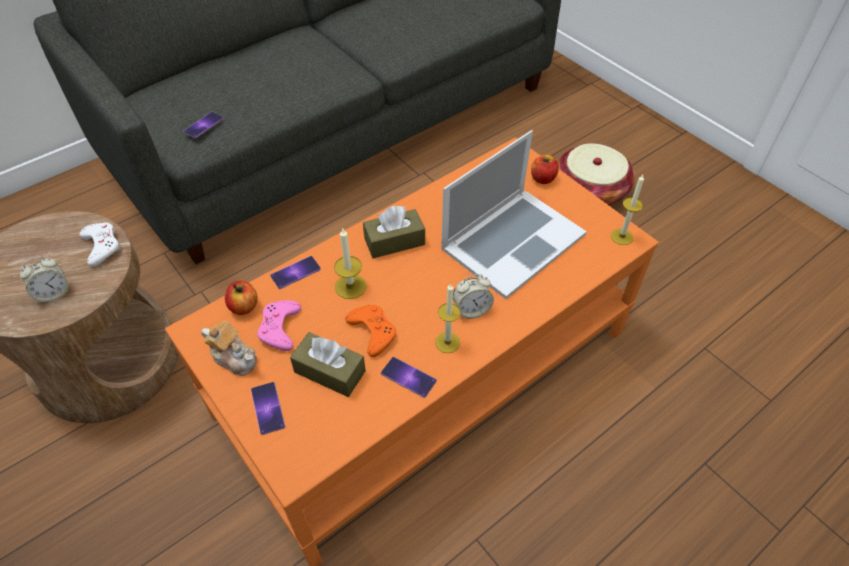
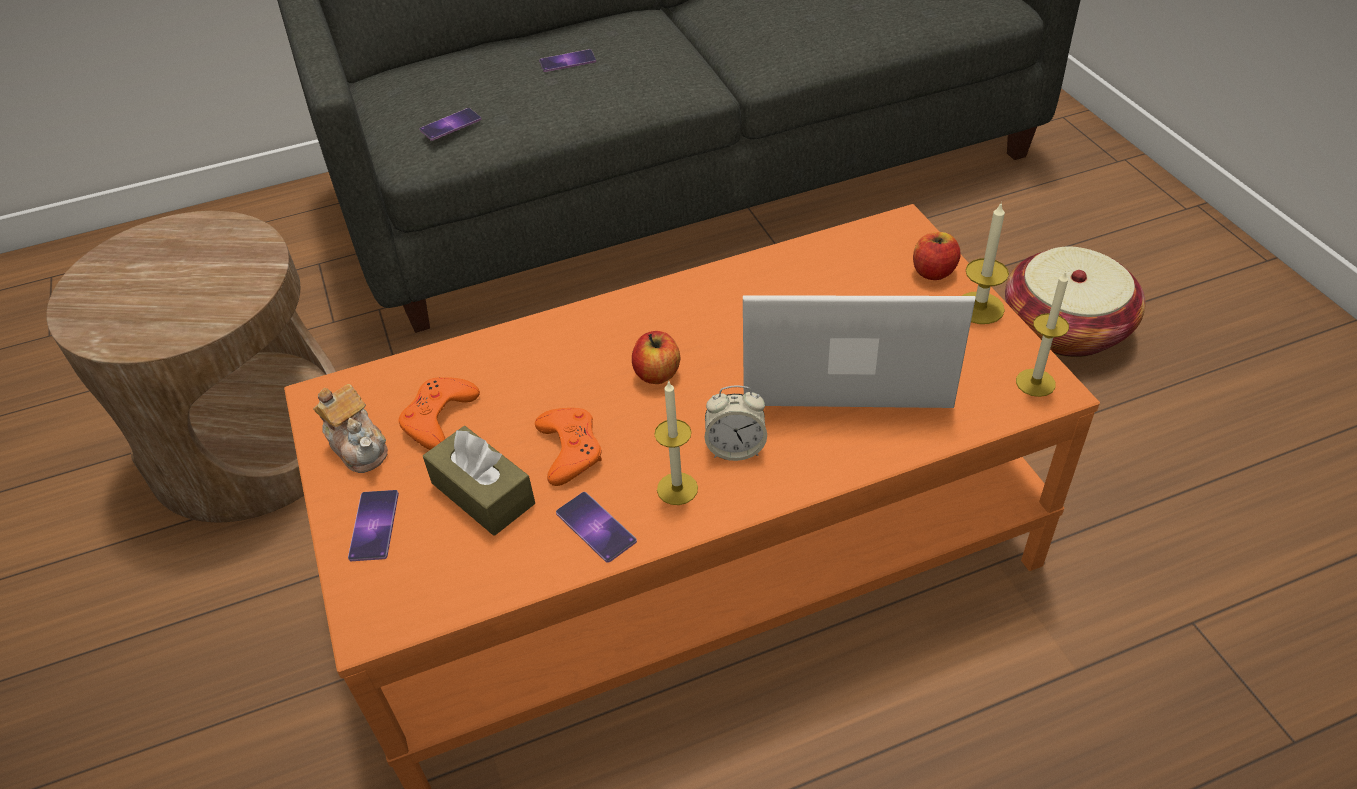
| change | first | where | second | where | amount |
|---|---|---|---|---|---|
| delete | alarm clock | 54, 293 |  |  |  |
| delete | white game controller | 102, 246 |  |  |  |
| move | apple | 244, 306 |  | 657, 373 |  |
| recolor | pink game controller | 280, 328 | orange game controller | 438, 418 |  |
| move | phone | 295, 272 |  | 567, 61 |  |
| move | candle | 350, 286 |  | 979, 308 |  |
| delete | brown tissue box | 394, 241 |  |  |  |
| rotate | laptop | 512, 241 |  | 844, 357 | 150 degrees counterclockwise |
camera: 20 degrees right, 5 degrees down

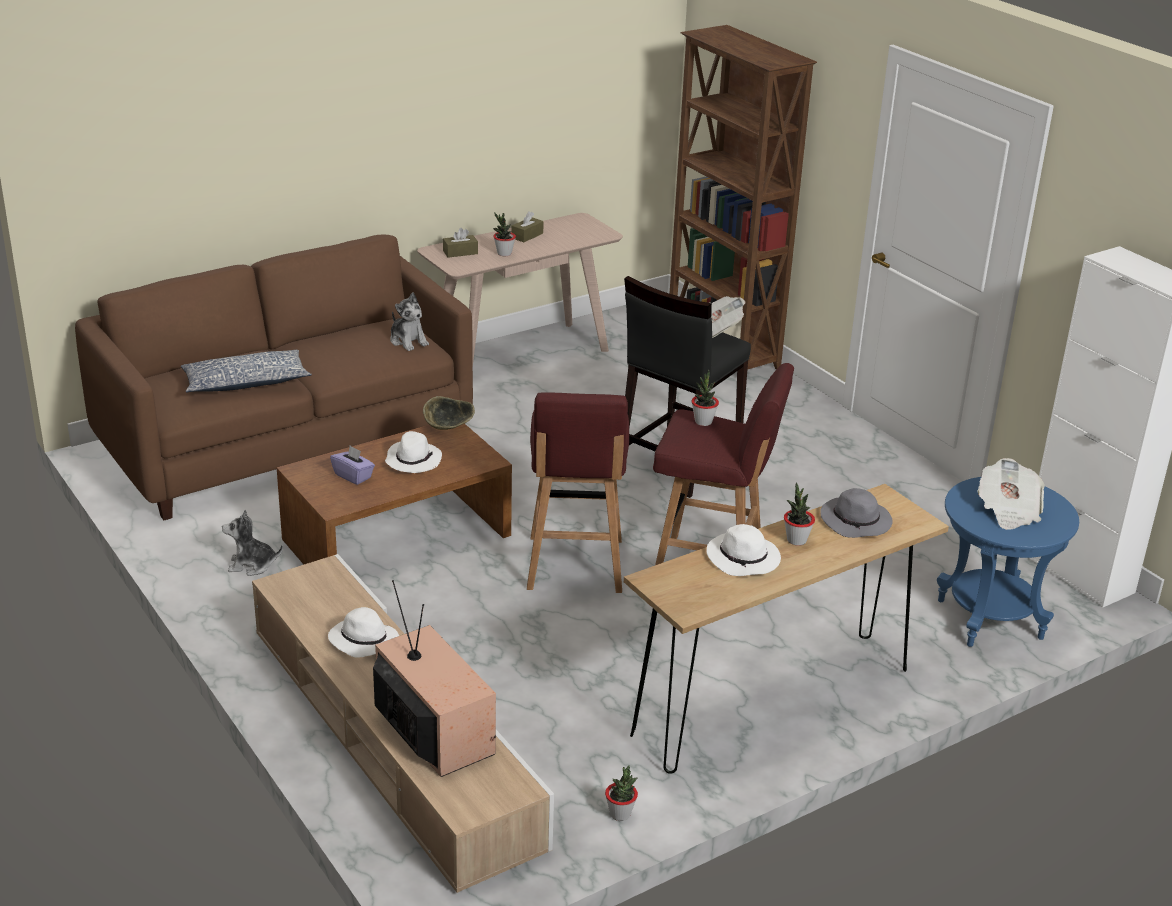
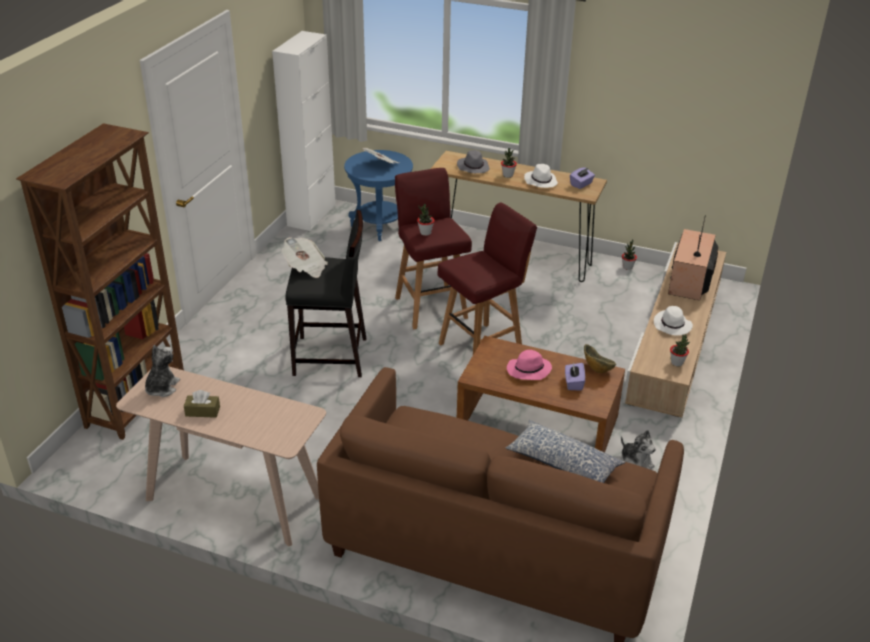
| change | first | where | second | where | amount |
|---|---|---|---|---|---|
| recolor | white hat | 413, 460 | pink hat | 528, 371 |  |
| move | plush toy | 408, 341 |  | 161, 388 |  |
| move | bowl | 448, 428 |  | 597, 368 |  |
| delete | brown tissue box | 460, 252 |  |  |  |
| move | potted plant | 504, 253 |  | 677, 363 |  |
| insert |  |  | purple tissue box | 581, 184 |  |
camera: 125 degrees left, 5 degrees up

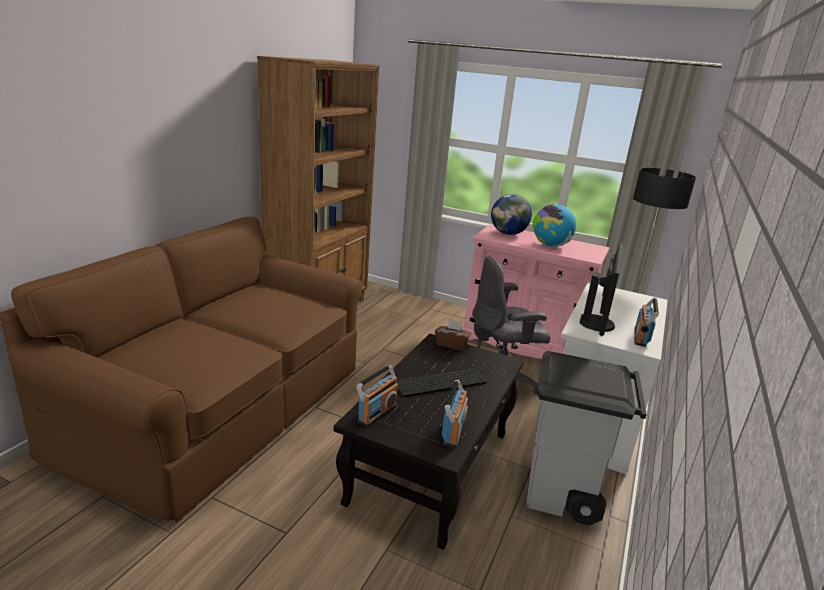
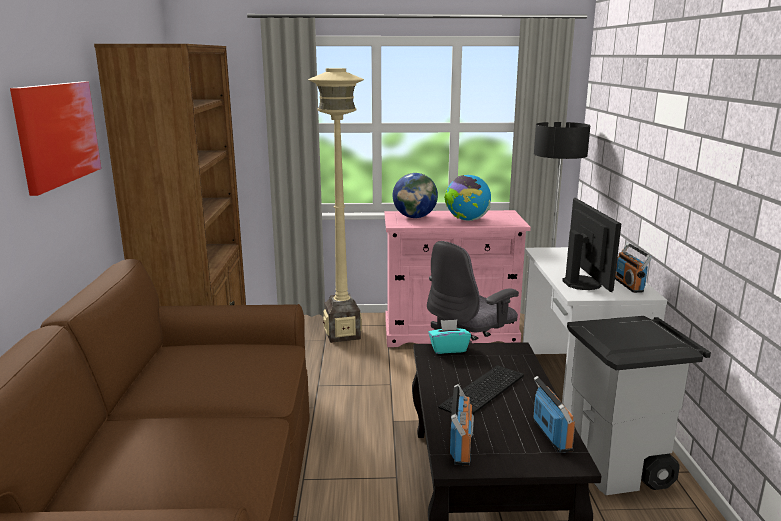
| change | first | where | second | where | amount |
|---|---|---|---|---|---|
| recolor | brown tissue box | 451, 345 | turquoise tissue box | 448, 349 |  |
| insert |  |  | picture | 57, 133 |  |
| insert |  |  | beige floor lamp | 342, 334 |  |
camera: 25 degrees left, 5 degrees down

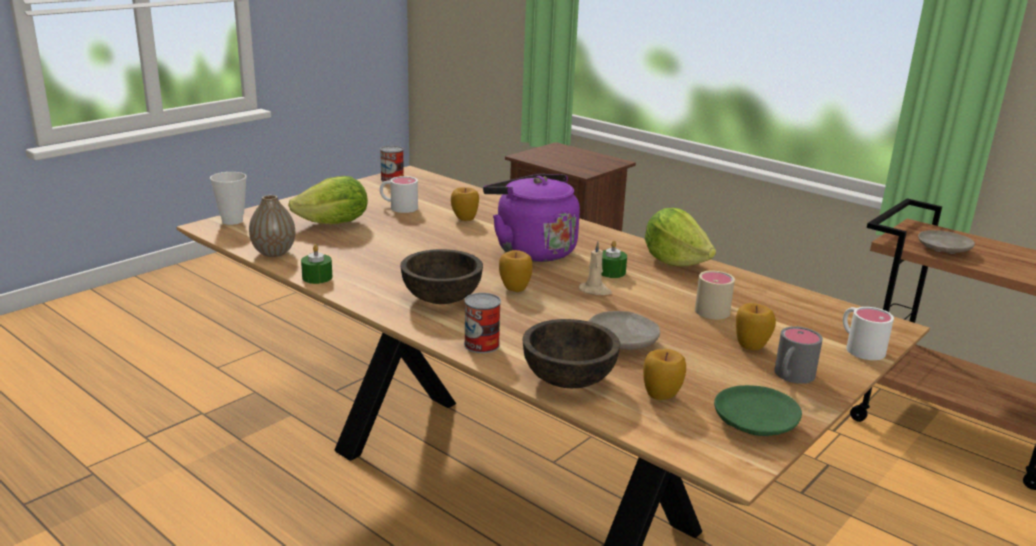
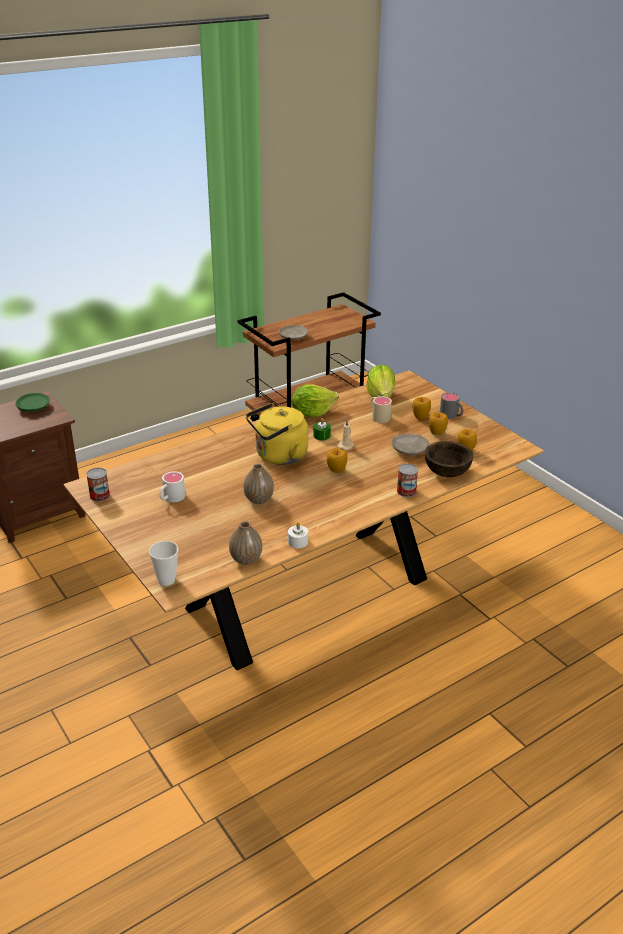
| change | first | where | second | where | amount |
|---|---|---|---|---|---|
| move | lettuce | 334, 224 |  | 381, 396 |  |
| recolor | green candle | 317, 277 | white candle | 298, 542 |  |
| delete | brown bowl | 442, 299 |  |  |  |
| move | apple | 464, 219 |  | 437, 433 |  |
| recolor | purple kettle | 531, 250 | yellow kettle | 278, 456 |  |
| move | green plate | 754, 423 |  | 33, 407 |  |
| delete | white mug | 859, 347 |  |  |  |
| insert |  |  | vase | 259, 500 |  |
camera: 75 degrees left, 10 degrees up

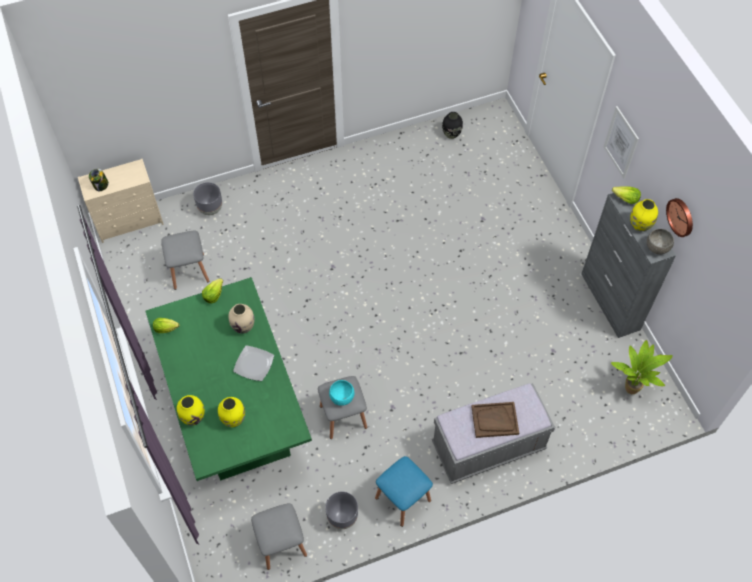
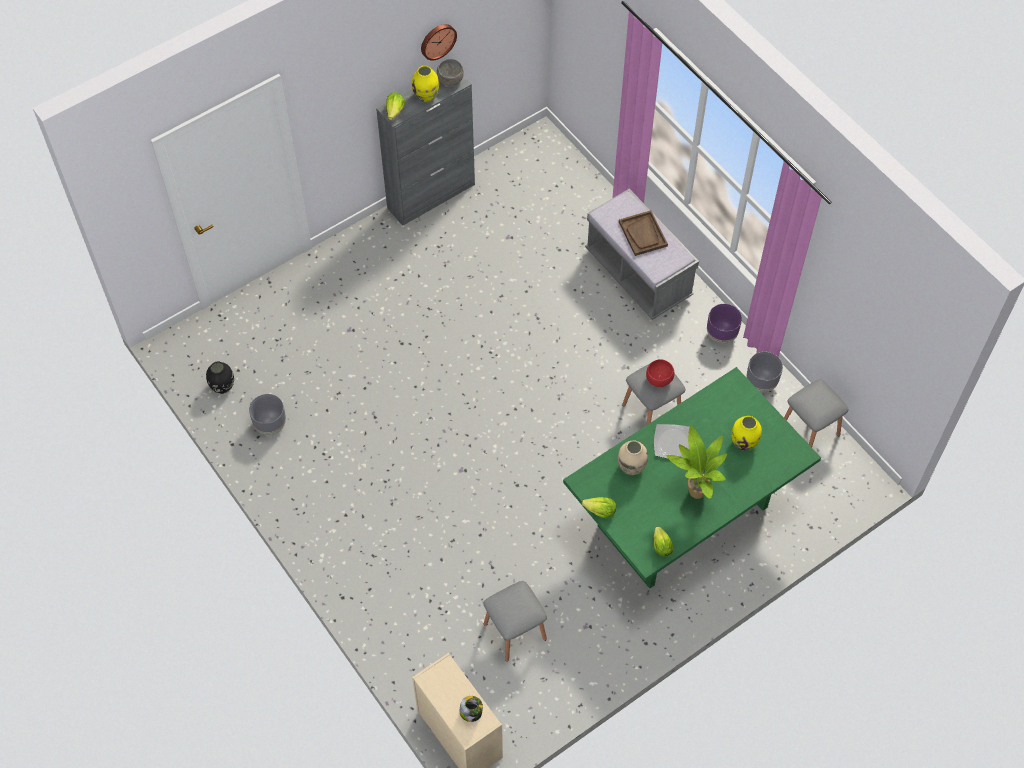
| change | first | where | second | where | amount |
|---|---|---|---|---|---|
| delete | yellow vase | 193, 417 |  |  |  |
| move | grey planter | 210, 209 |  | 271, 426 |  |
| recolor | turquoise bowl | 342, 397 | red bowl | 659, 379 |  |
| replace | blue stool | 403, 499 | purple planter | 721, 336 |  |
| delete | picture | 621, 142 |  |  |  |
| move | potted plant | 631, 387 |  | 694, 493 |  |
camera: 105 degrees left, 0 degrees up

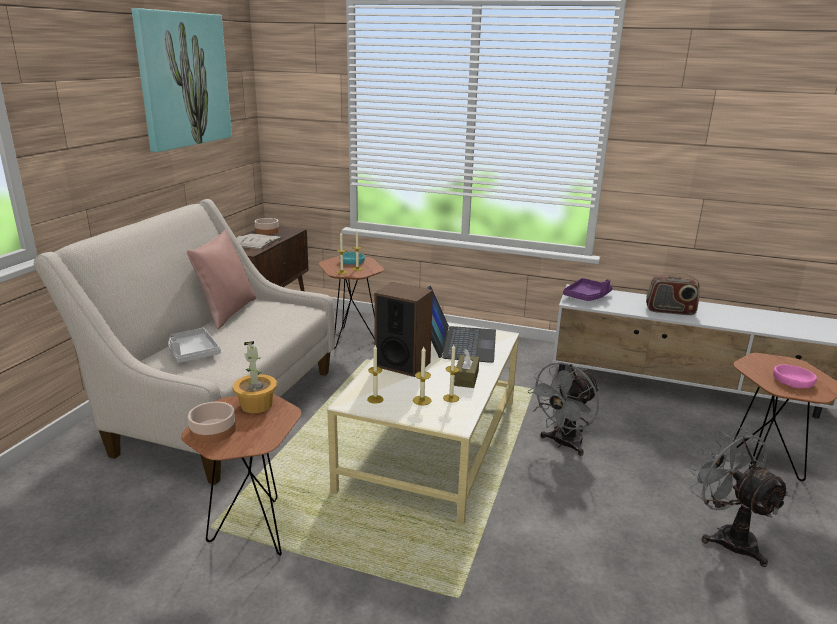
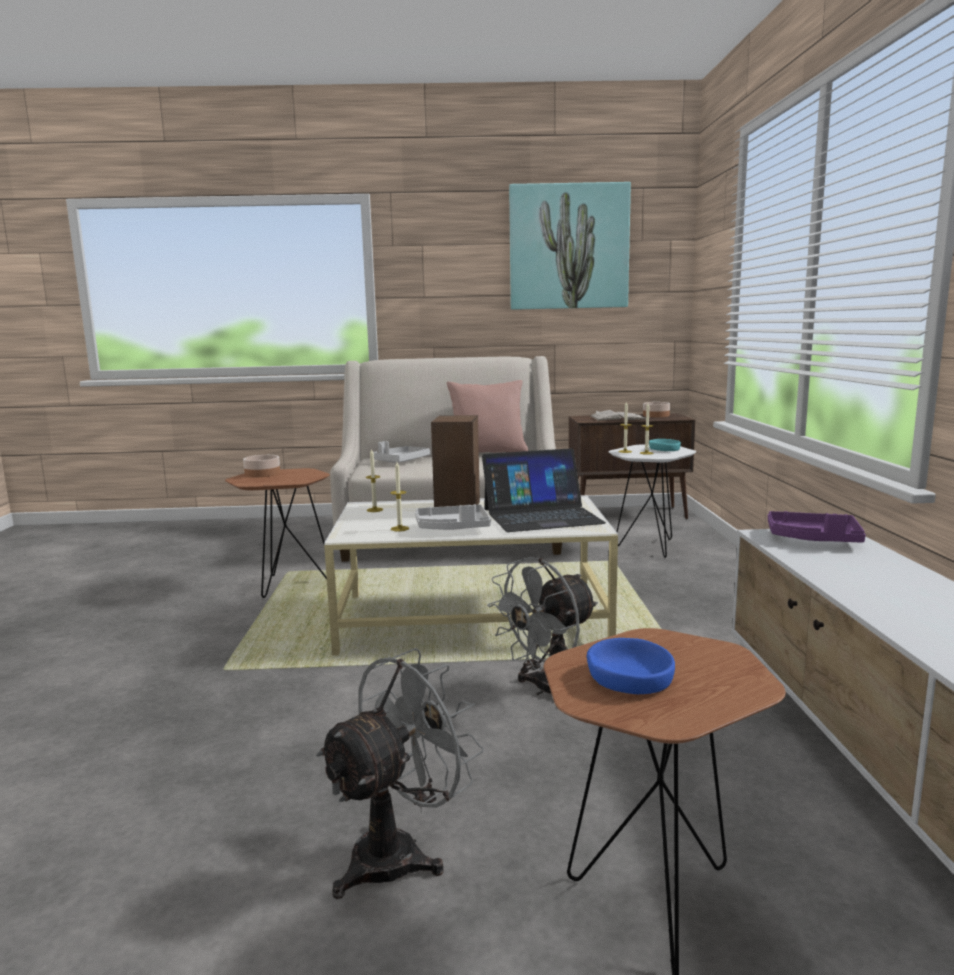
| change | first | where | second | where | amount |
|---|---|---|---|---|---|
| delete | potted plant | 256, 405 |  |  |  |
| recolor | brown side table | 352, 340 | white side table | 649, 548 |  |
| delete | candle | 422, 400 |  |  |  |
| replace | brown tissue box | 466, 378 | grey tray | 453, 528 |  |
| rotate | grey fan | 563, 444 |  | 547, 691 | 60 degrees counterclockwise |
| delete | radio | 670, 311 |  |  |  |
| recolor | pink bowl | 792, 381 | blue bowl | 629, 677 |  |
camera: 70 degrees right, 10 degrees down

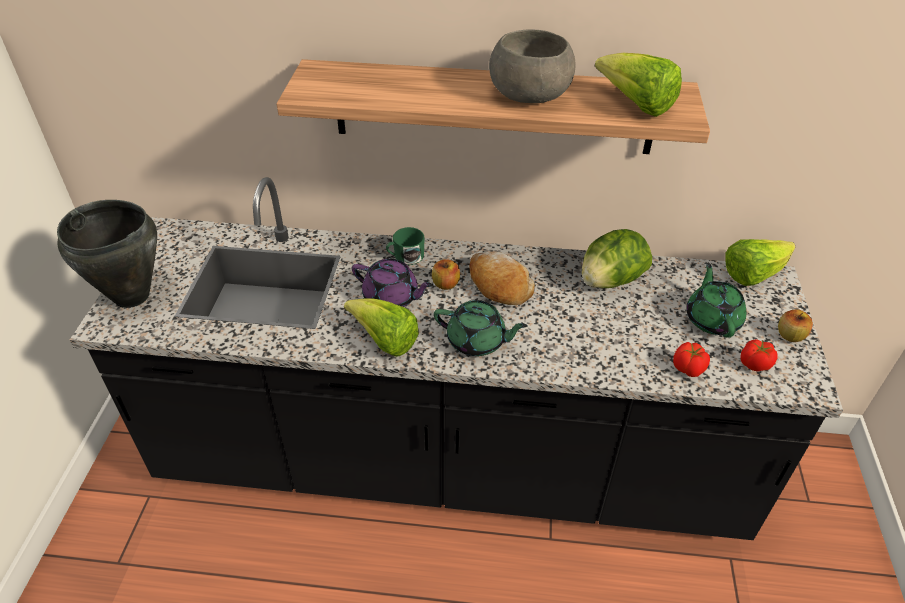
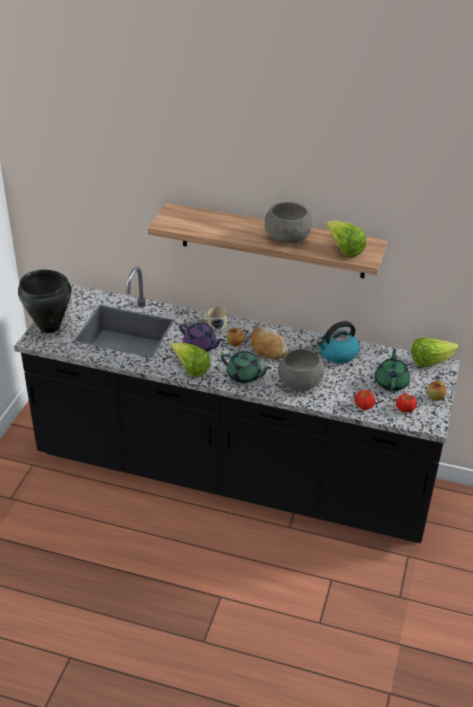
| change | first | where | second | where | amount |
|---|---|---|---|---|---|
| recolor | green mug | 405, 256 | beige mug | 214, 325 |  |
| replace | lettuce | 610, 281 | kettle | 337, 354 |  |
| insert |  |  | grey bowl | 300, 382 |  |
camera: 10 degrees right, 5 degrees down

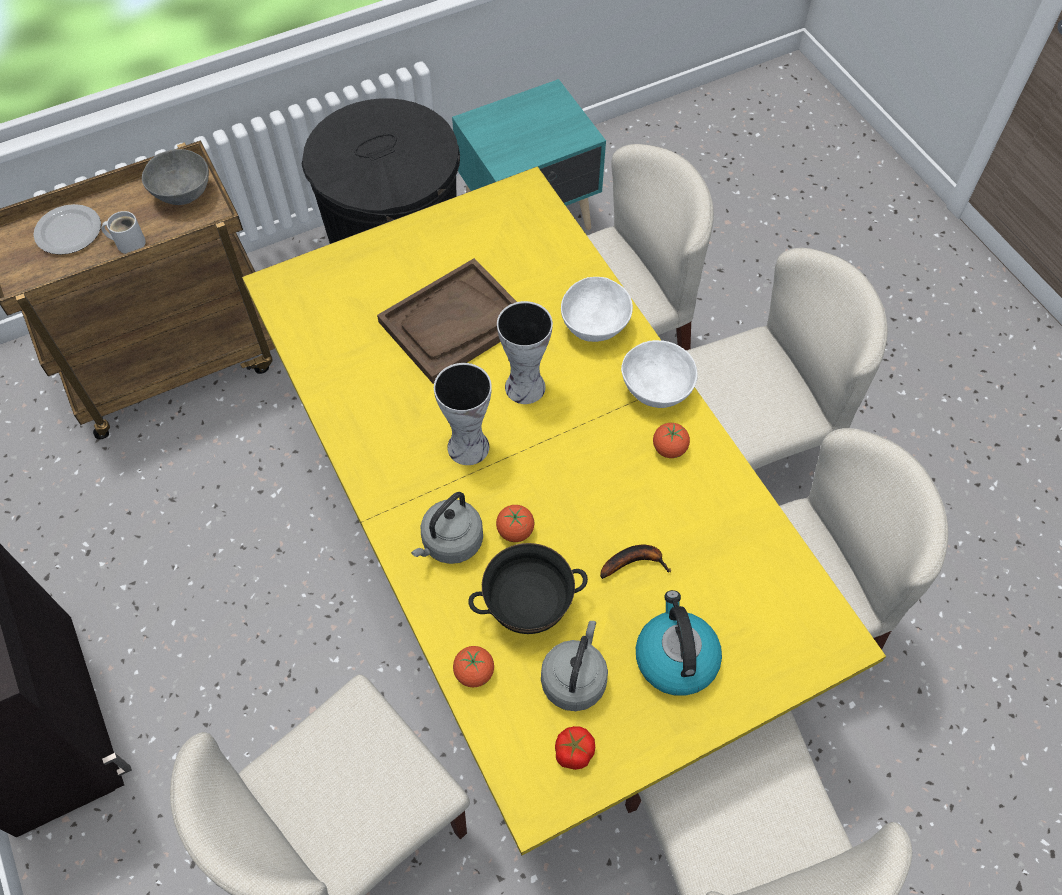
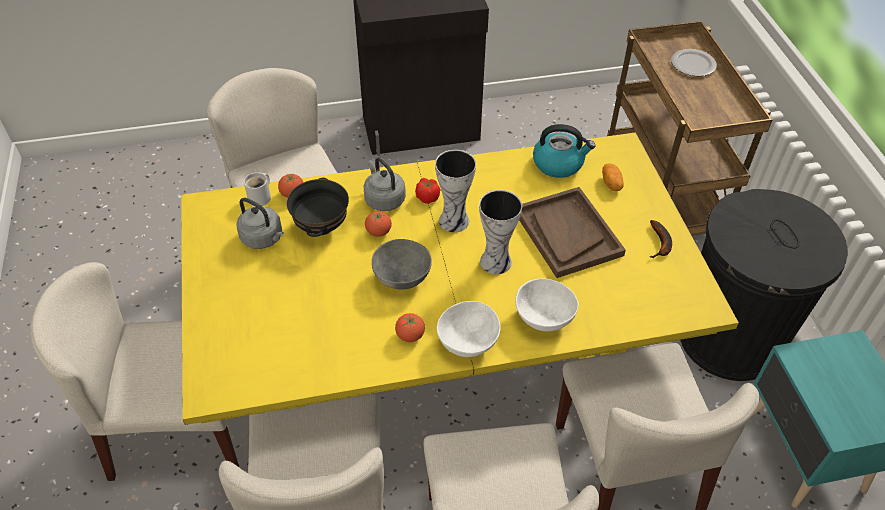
| change | first | where | second | where | amount |
|---|---|---|---|---|---|
| move | white mug | 128, 242 |  | 261, 197 |  |
| move | grey bowl | 183, 195 |  | 400, 277 |  |
| move | tomato | 573, 752 |  | 427, 197 |  |
| move | banana | 635, 562 |  | 661, 244 |  |
| move | kettle | 675, 657 |  | 559, 163 |  |
| insert |  |  | potato | 611, 183 |  |
camera: 105 degrees right, 10 degrees down

